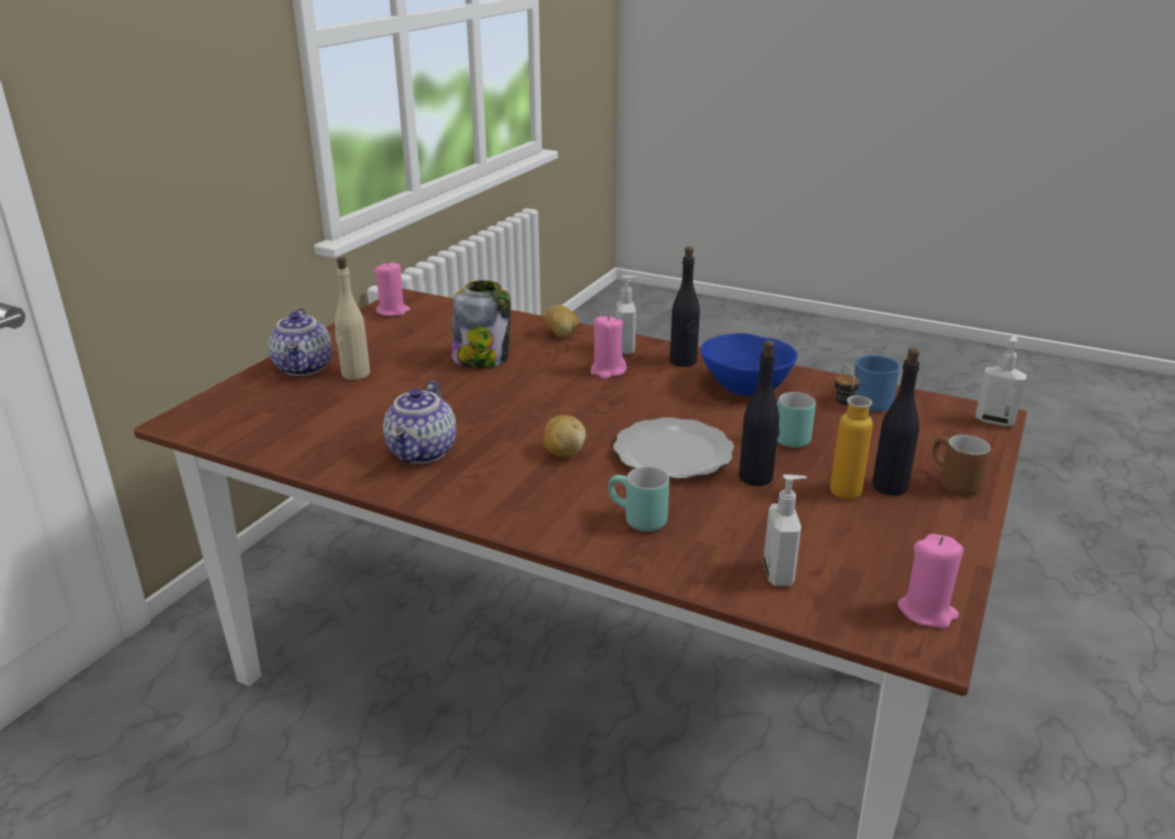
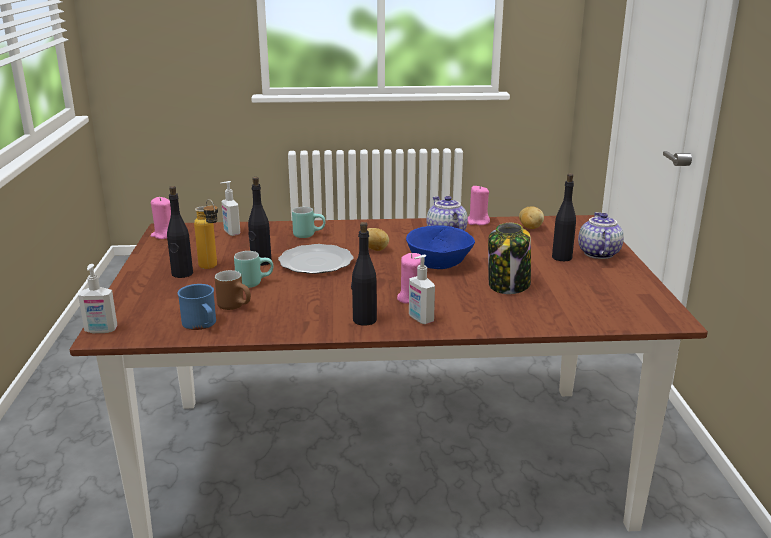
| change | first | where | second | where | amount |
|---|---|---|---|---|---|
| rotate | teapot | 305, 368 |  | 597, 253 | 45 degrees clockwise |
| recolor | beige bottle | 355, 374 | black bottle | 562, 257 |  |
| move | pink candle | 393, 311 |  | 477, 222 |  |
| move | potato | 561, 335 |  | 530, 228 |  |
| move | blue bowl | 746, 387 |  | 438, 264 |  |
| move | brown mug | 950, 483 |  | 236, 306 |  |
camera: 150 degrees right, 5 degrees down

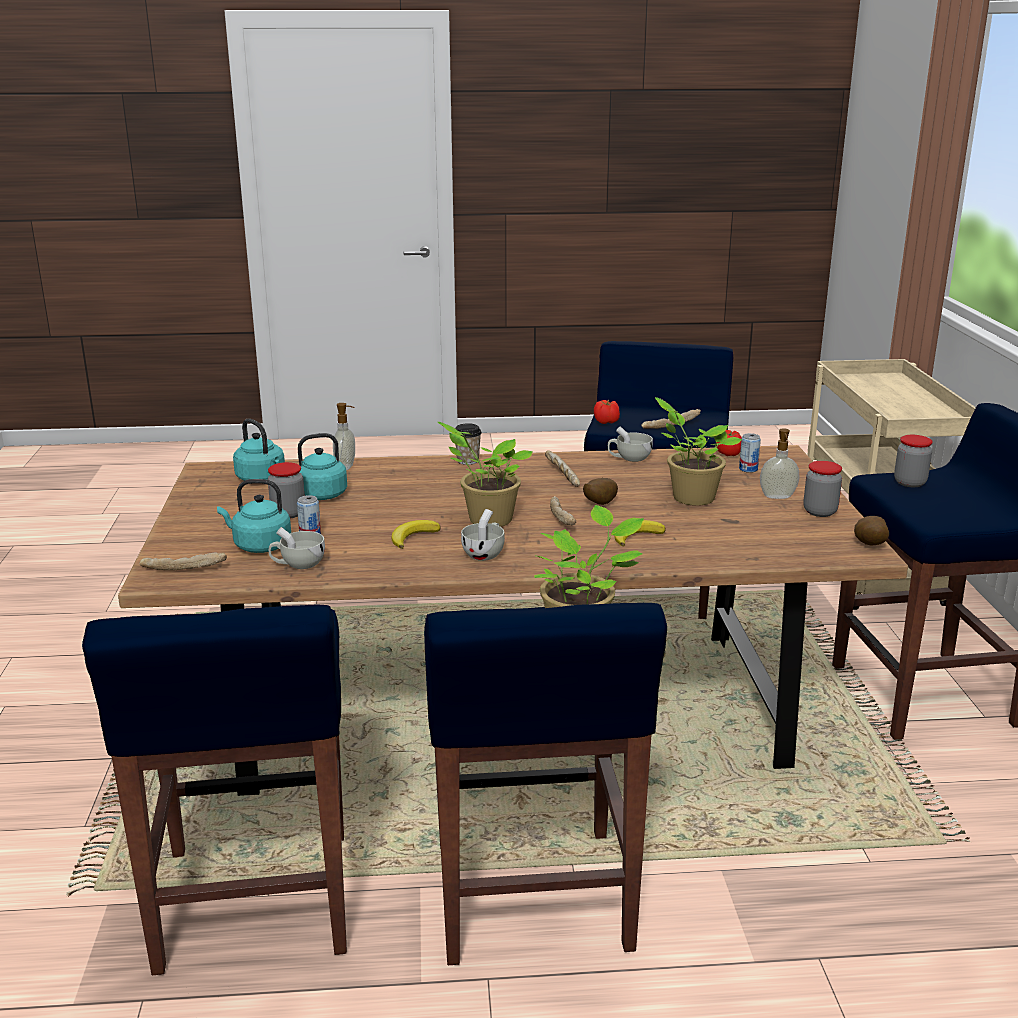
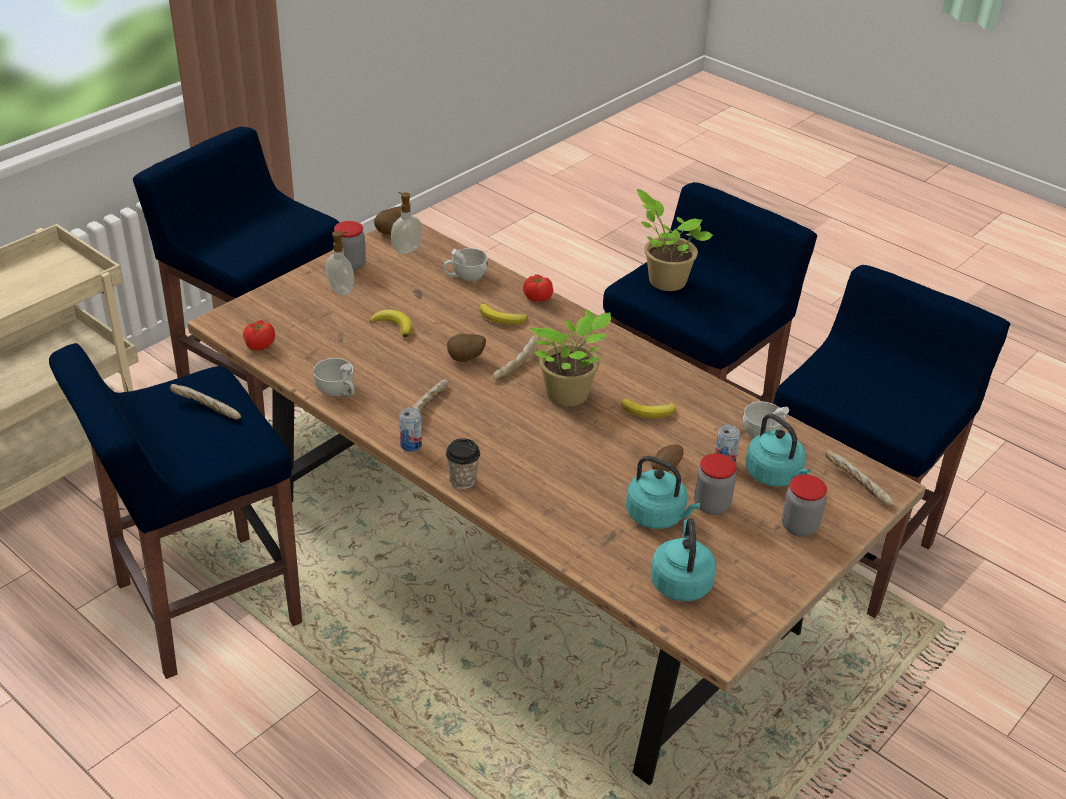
| change | first | where | second | where | amount |
|---|---|---|---|---|---|
| move | soap dispenser | 346, 467 |  | 406, 249 |  |
| move | white cup | 485, 553 |  | 465, 276 |  |
| move | tomato | 606, 422 |  | 537, 298 |  |
| replace | potted plant | 690, 497 | banana | 394, 325 |  |
| move | can | 748, 469 |  | 411, 445 |  |
| move | jar | 909, 483 |  | 799, 527 |  |
| insert |  |  | potato | 665, 468 |  |
camera: 135 degrees left, 15 degrees up

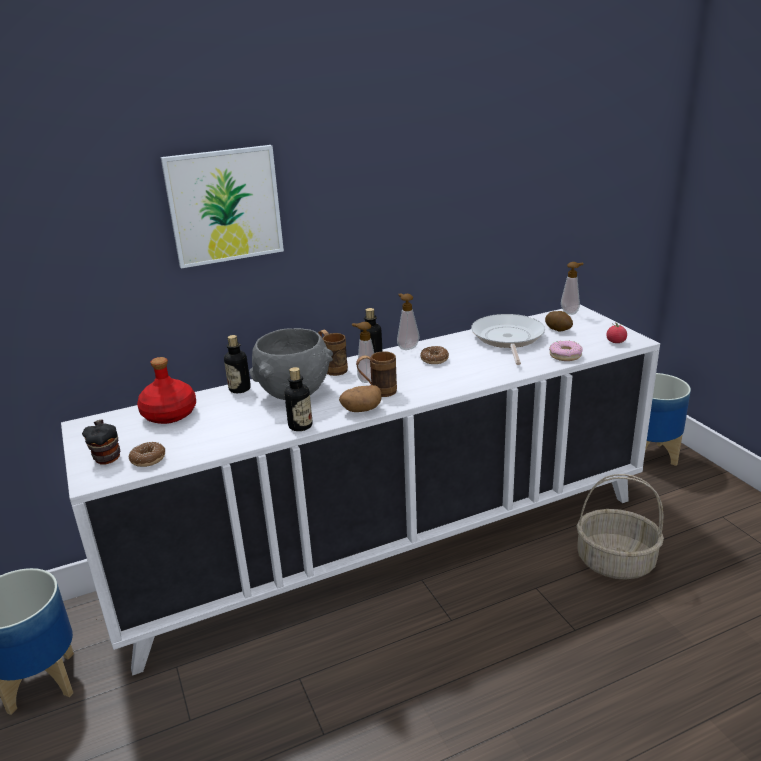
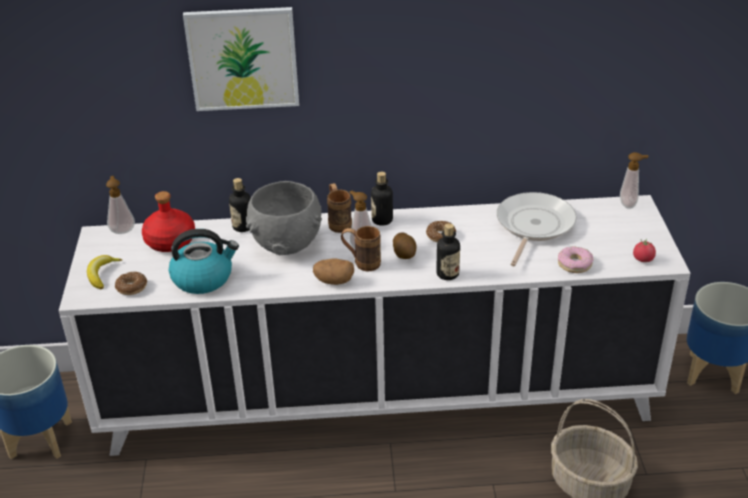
| change | first | where | second | where | amount |
|---|---|---|---|---|---|
| replace | mug | 107, 456 | banana | 102, 274 |  |
| move | bottle | 300, 426 |  | 447, 274 |  |
| move | soap dispenser | 407, 347 |  | 122, 230 |  |
| move | potato | 558, 329 |  | 405, 254 |  |
| insert |  |  | kettle | 203, 278 |  |
camera: 20 degrees right, 10 degrees up

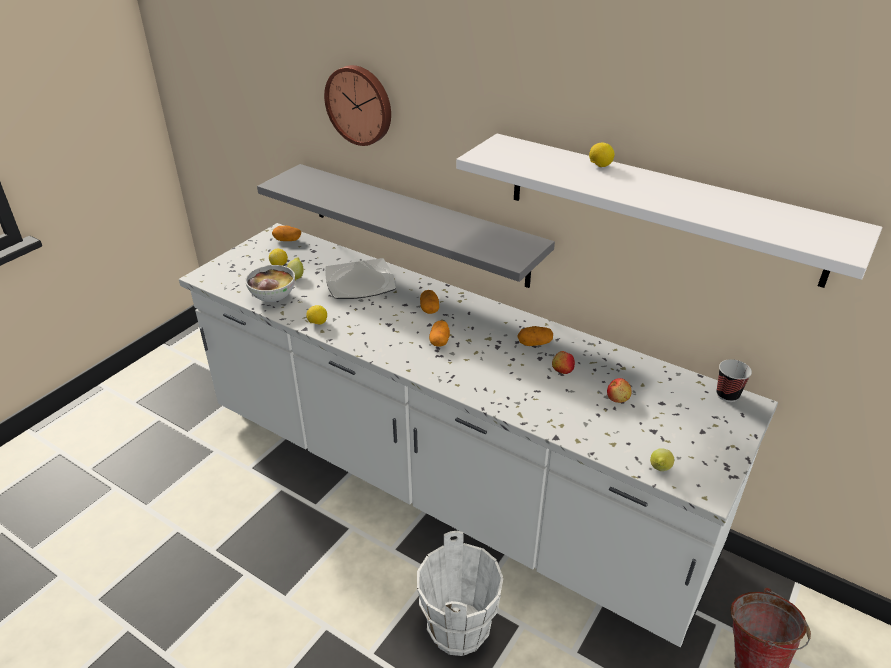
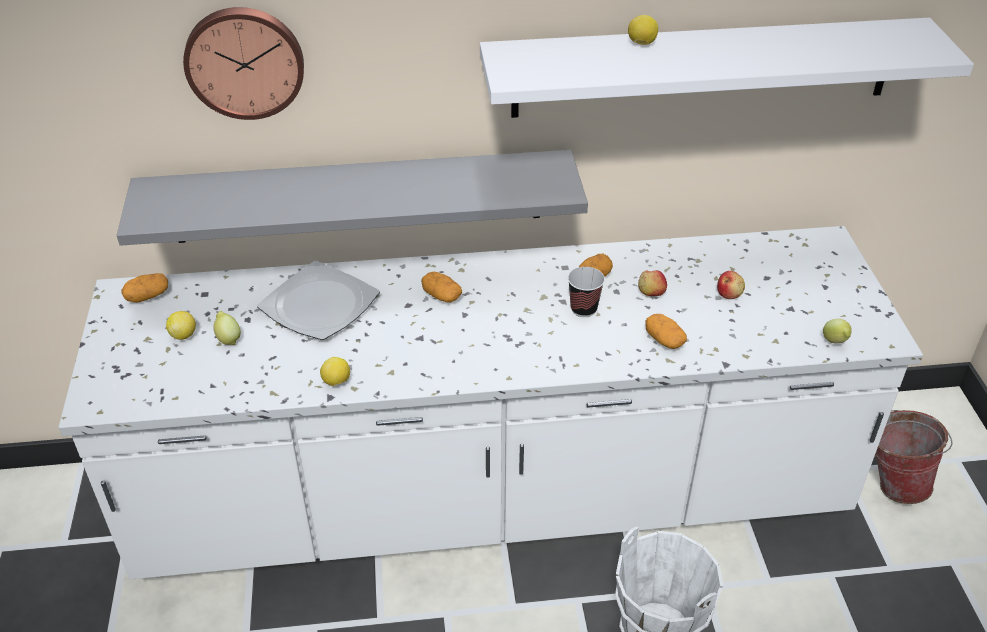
| change | first | where | second | where | amount |
|---|---|---|---|---|---|
| delete | bowl | 273, 297 |  |  |  |
| move | potato | 439, 341 |  | 664, 340 |  |
| move | cup | 727, 395 |  | 583, 309 |  |
camera: 40 degrees left, 5 degrees up

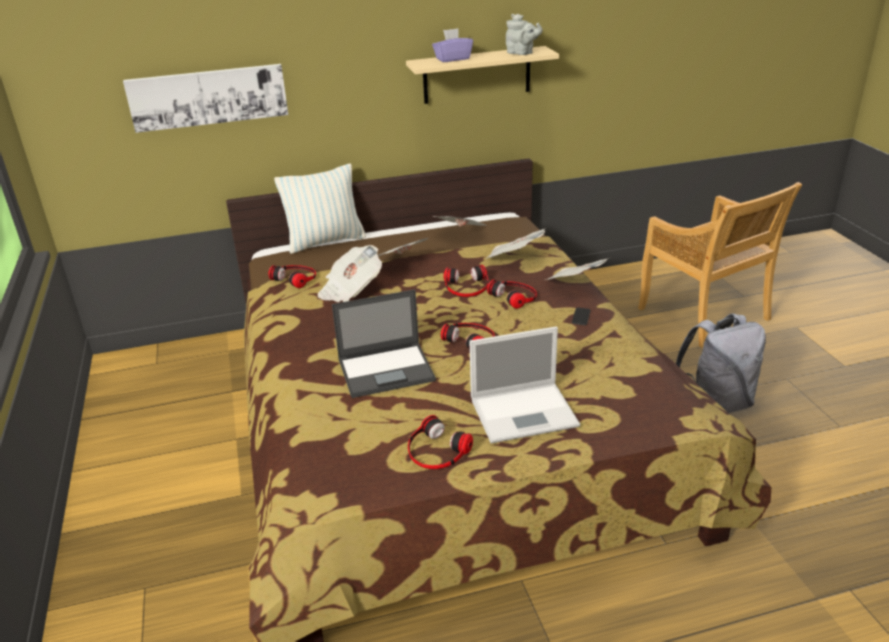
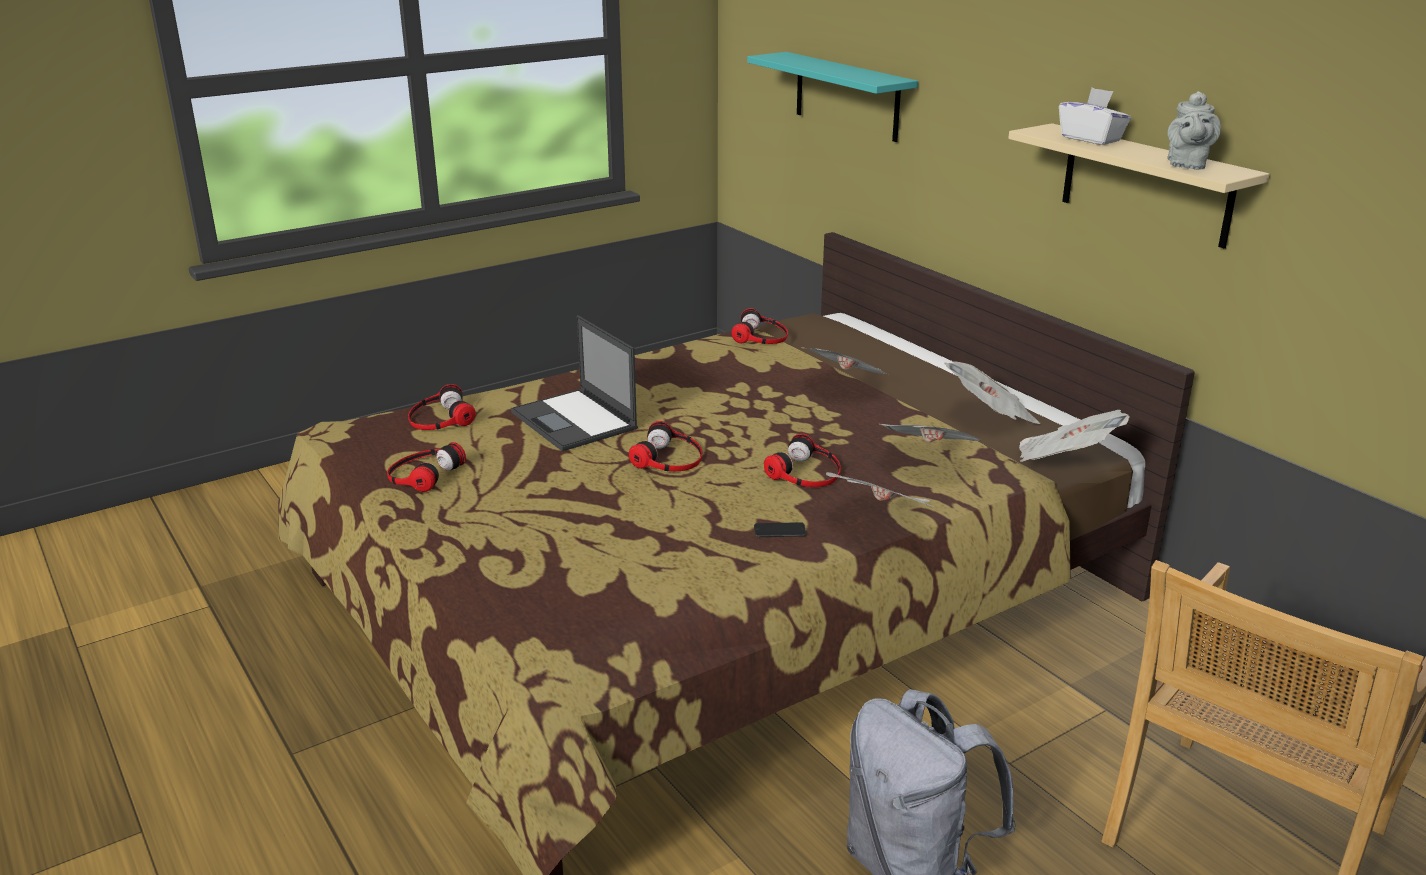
| change | first | where | second | where | amount |
|---|---|---|---|---|---|
| replace | picture | 208, 97 | turquoise shelf | 846, 96 |  |
| delete | pillow | 325, 241 |  |  |  |
| move | newspaper | 350, 290 |  | 1065, 460 |  |
| recolor | purple tissue box | 452, 59 | white tissue box | 1091, 139 |  |
| move | headphones | 467, 286 |  | 440, 418 |  |
| delete | laptop | 525, 412 |  |  |  |
camera: 70 degrees right, 5 degrees down

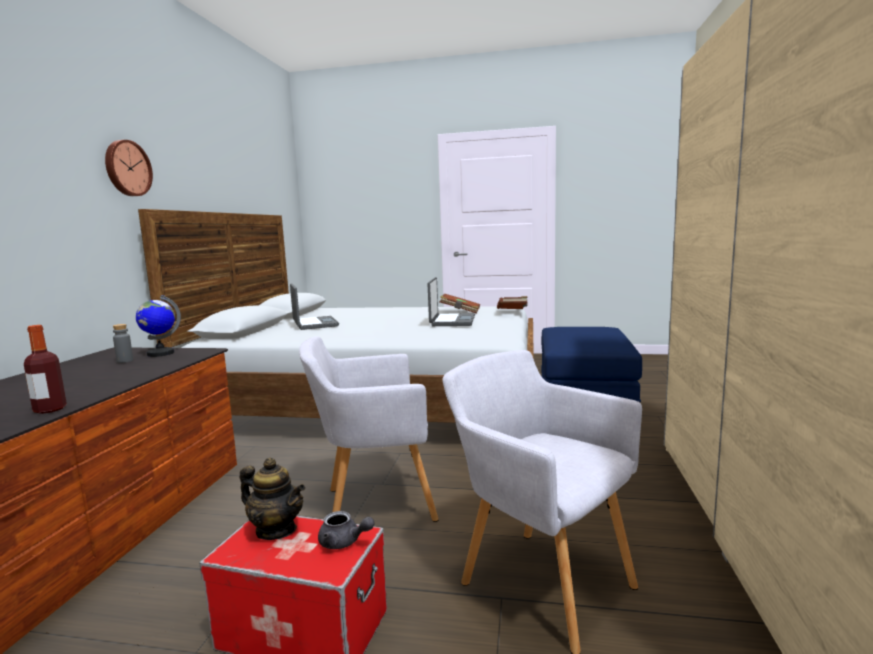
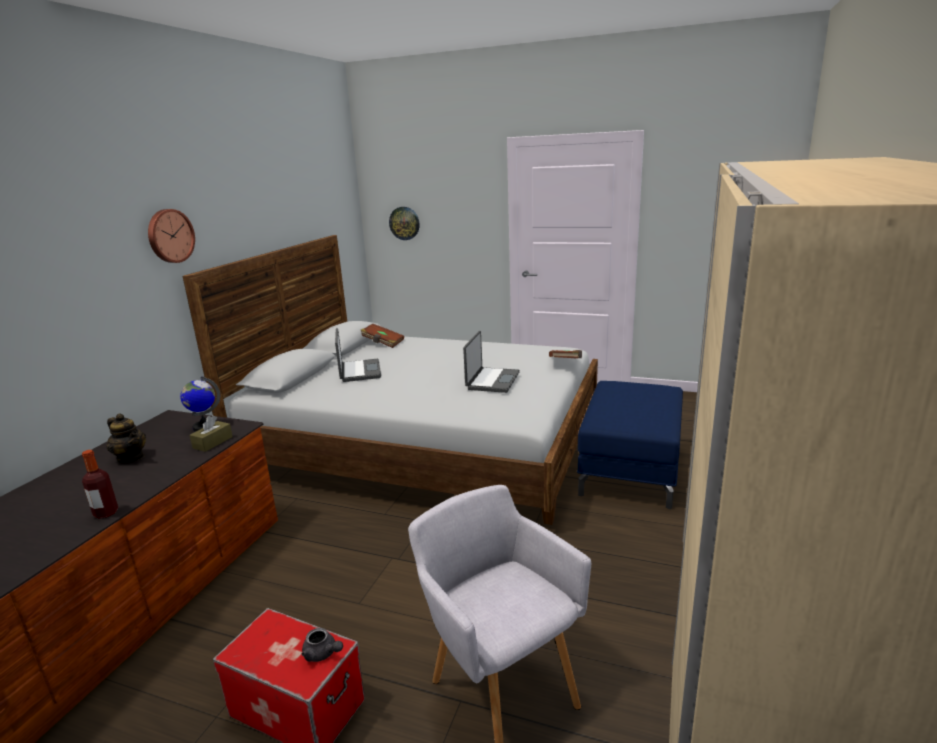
| change | first | where | second | where | amount |
|---|---|---|---|---|---|
| delete | grey bottle | 125, 361 |  |  |  |
| move | teapot | 276, 530 |  | 131, 457 |  |
| delete | grey armchair | 374, 504 |  |  |  |
| move | brown book | 460, 311 |  | 382, 343 |  |
| insert |  |  | brown tissue box | 213, 442 |  |
| insert |  |  | wall clock | 404, 223 |  |
camera: 10 degrees right, 10 degrees up

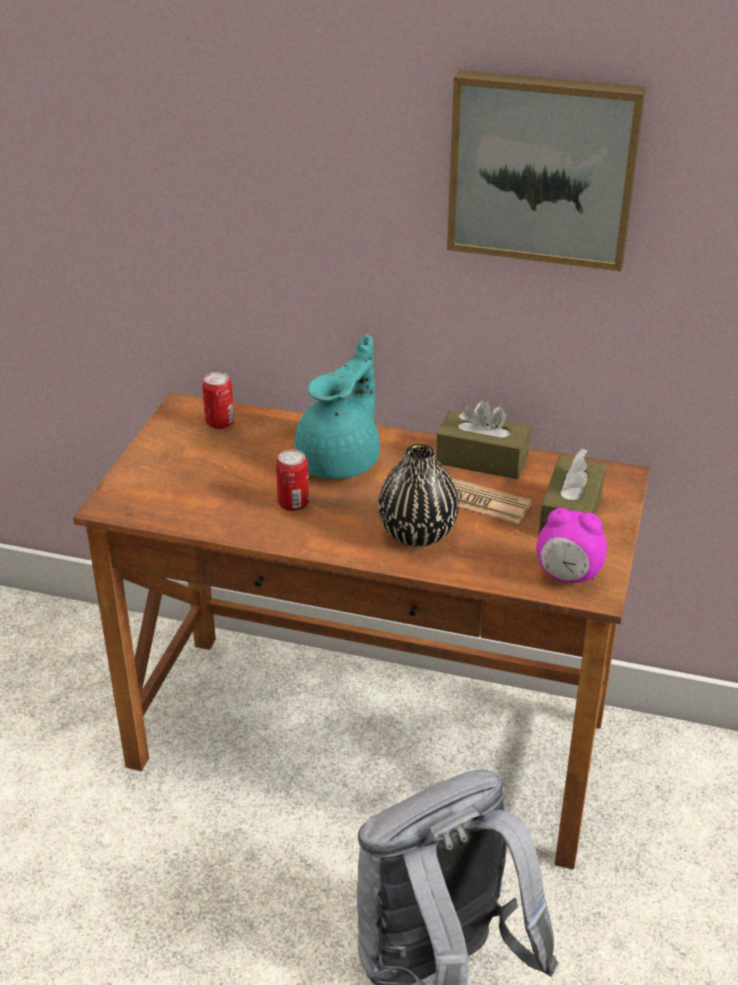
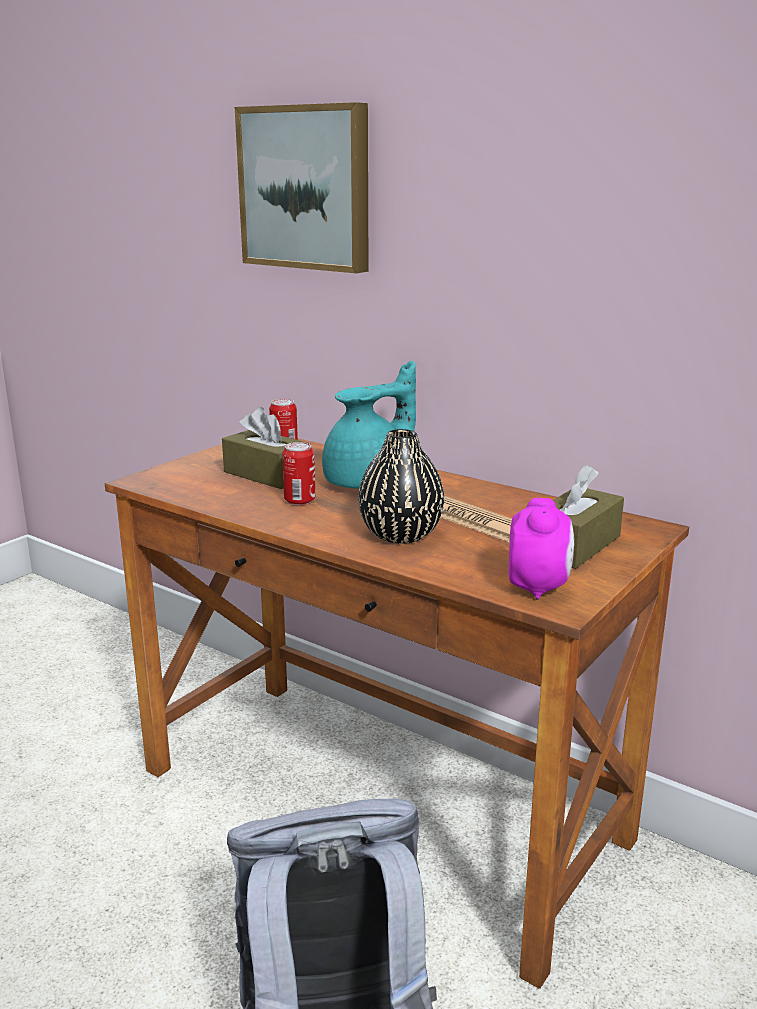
| change | first | where | second | where | amount |
|---|---|---|---|---|---|
| move | brown tissue box | 482, 459 |  | 267, 475 |  |
| move | picture | 543, 168 |  | 307, 188 |  |
| rotate | alarm clock | 568, 576 |  | 538, 587 | 120 degrees counterclockwise |
camera: 20 degrees right, 15 degrees down

